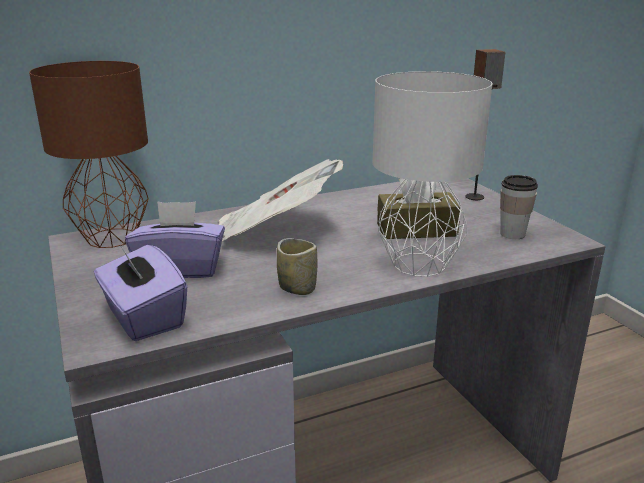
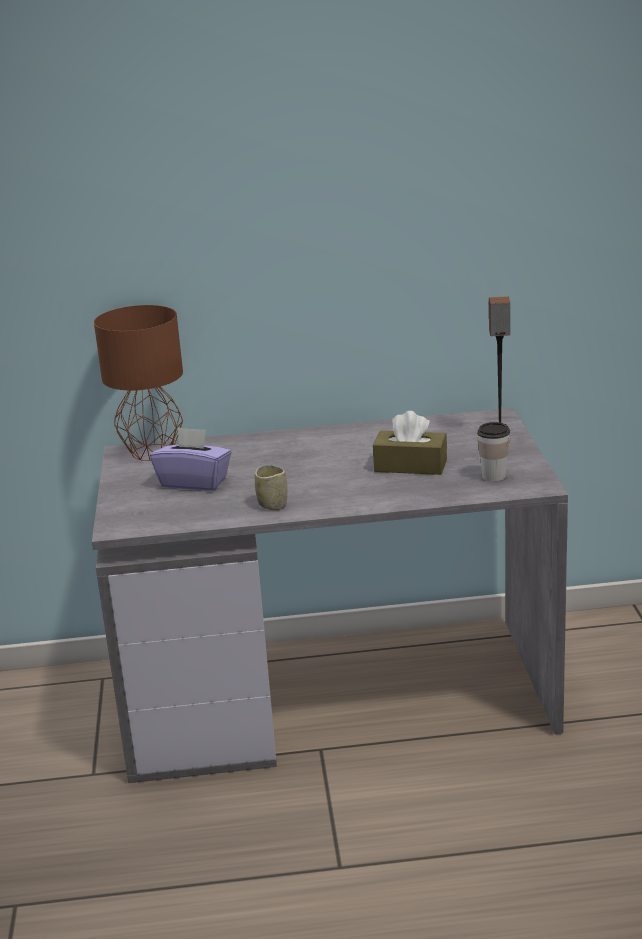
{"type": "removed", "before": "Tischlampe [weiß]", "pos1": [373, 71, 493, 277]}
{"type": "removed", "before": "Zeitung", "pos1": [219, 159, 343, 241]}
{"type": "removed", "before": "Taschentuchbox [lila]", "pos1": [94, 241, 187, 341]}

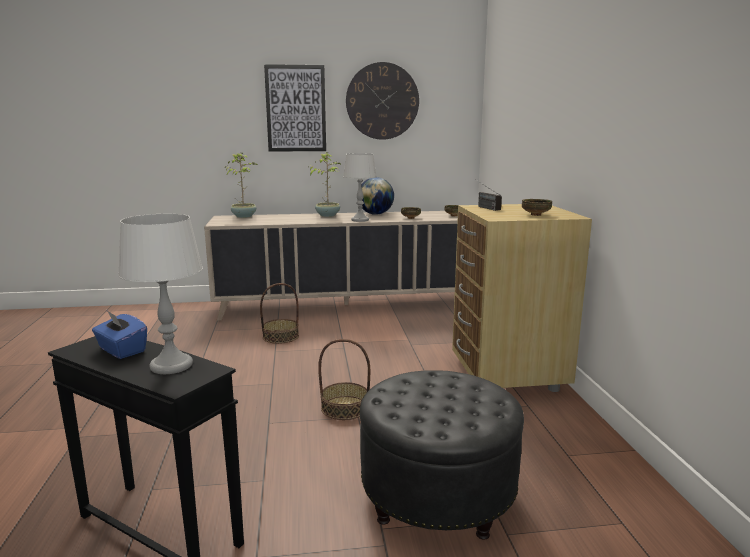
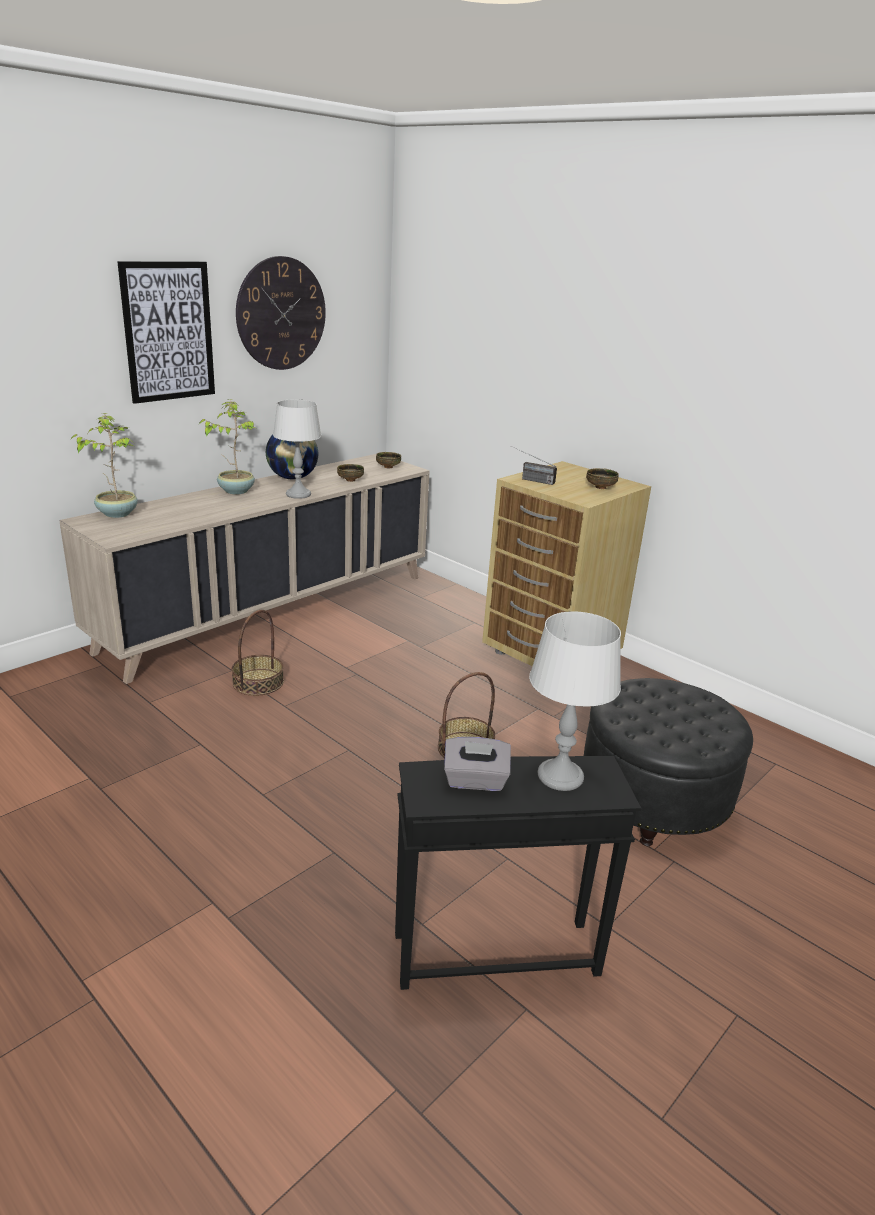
{"type": "recoloured", "before": "Taschentuchbox [blau]", "after": "Taschentuchbox [grau]", "pos1": [92, 311, 147, 359], "pos2": [444, 737, 511, 791]}

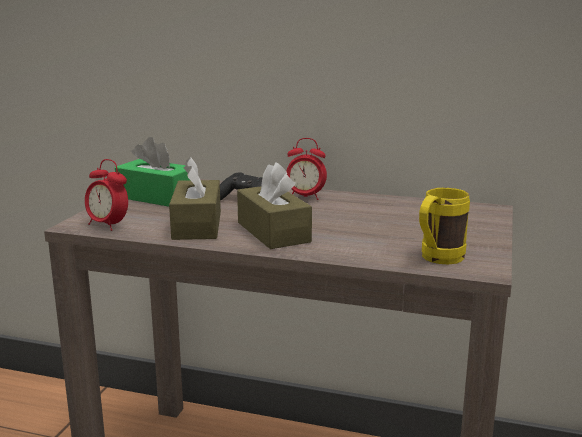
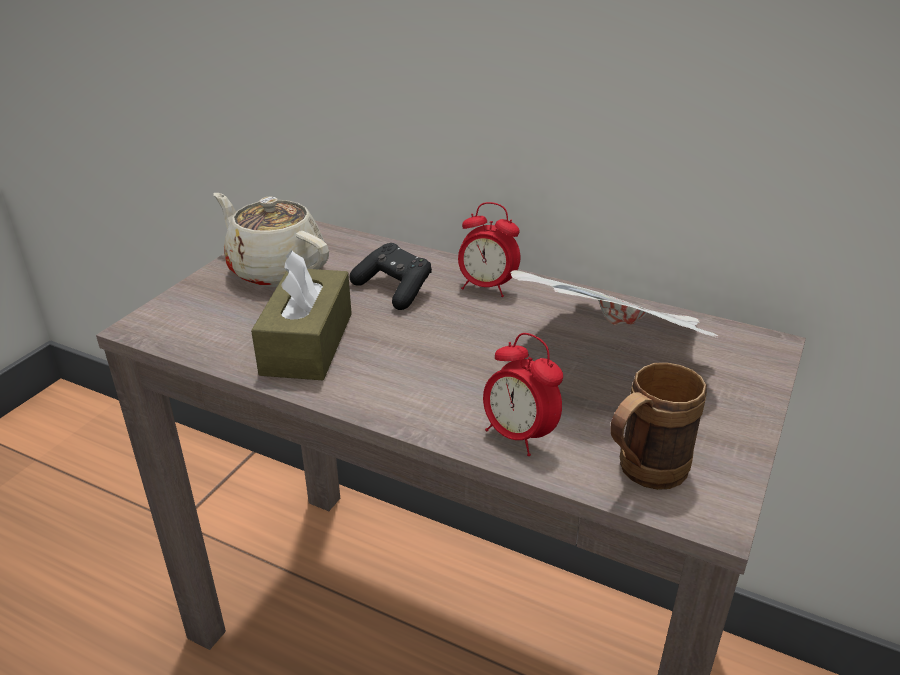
{"type": "replaced", "before": "Taschentuchbox [grün]", "after": "Teekanne [beige]", "pos1": [115, 137, 190, 207], "pos2": [213, 193, 329, 287]}
{"type": "moved", "before": "Wecker", "pos1": [85, 159, 128, 231], "pos2": [483, 333, 563, 456]}
{"type": "removed", "before": "Taschentuchbox [braun]", "pos1": [237, 162, 312, 249]}
{"type": "recoloured", "before": "Henkelbecher [gelb]", "after": "Henkelbecher [braun]", "pos1": [419, 188, 470, 264], "pos2": [610, 362, 707, 490]}
{"type": "added", "after": "Zeitung", "pos2": [511, 270, 723, 341]}

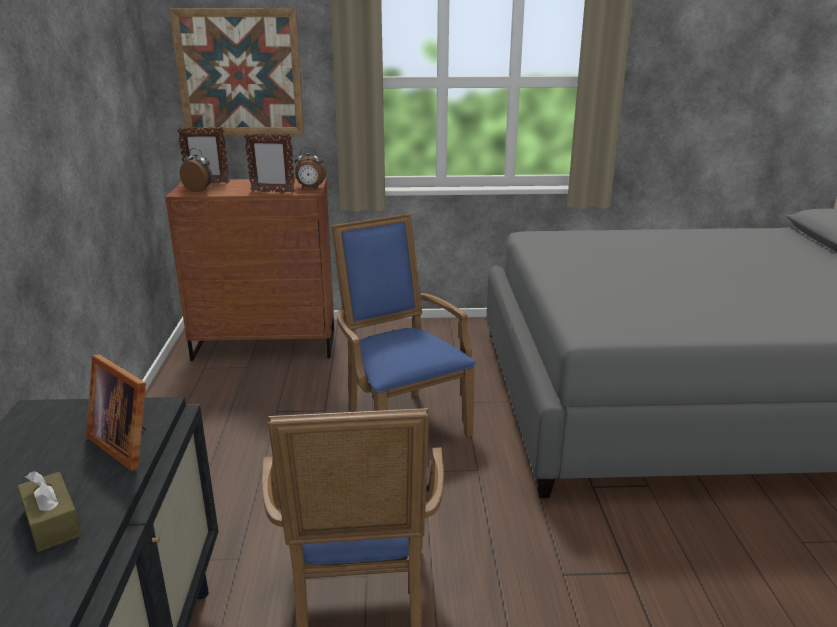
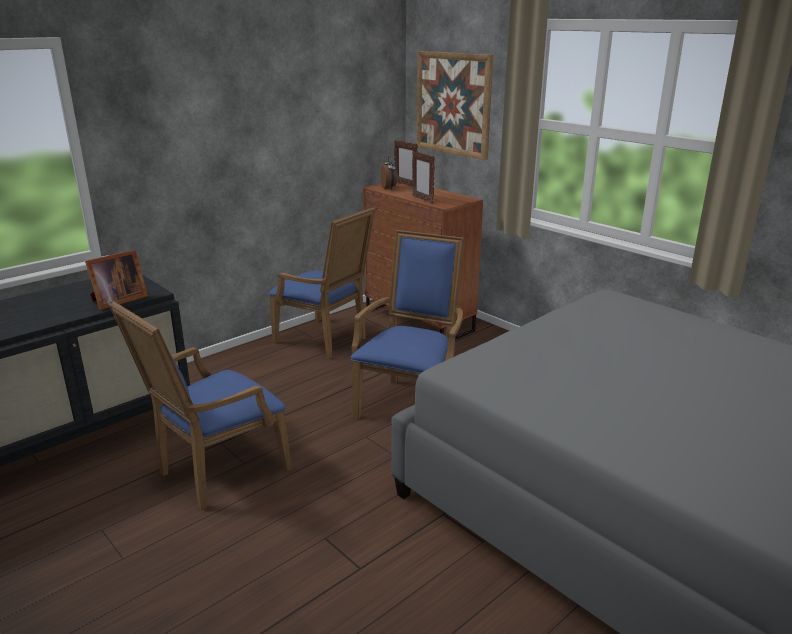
{"type": "removed", "before": "Wecker", "pos1": [294, 147, 326, 189]}
{"type": "turned", "before": "Bilderrahmen", "pos1": [86, 355, 146, 471], "pos2": [85, 250, 148, 310], "turn": -135}
{"type": "removed", "before": "Taschentuchbox [braun]", "pos1": [18, 471, 82, 552]}
{"type": "added", "after": "Sessel [blau]", "pos2": [269, 207, 375, 359]}

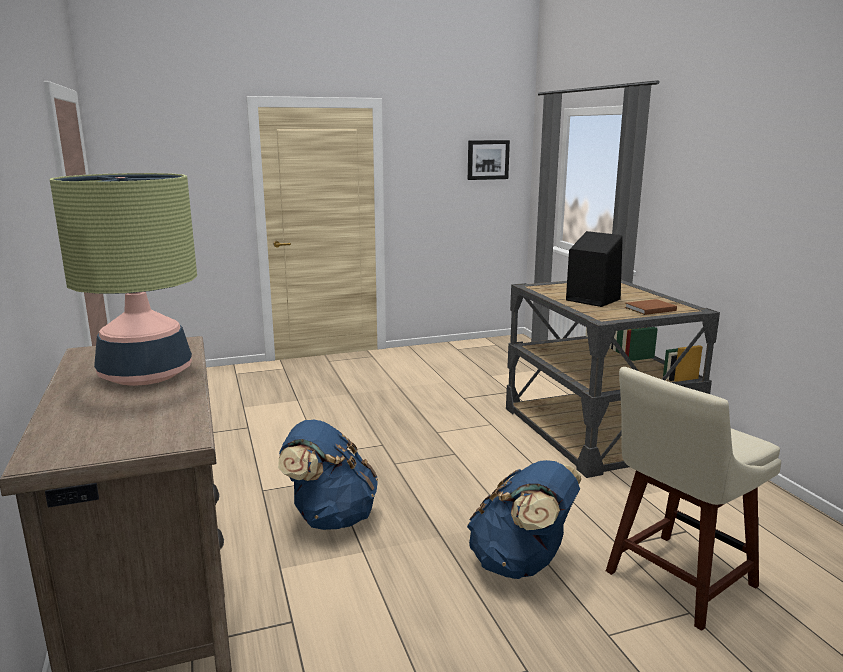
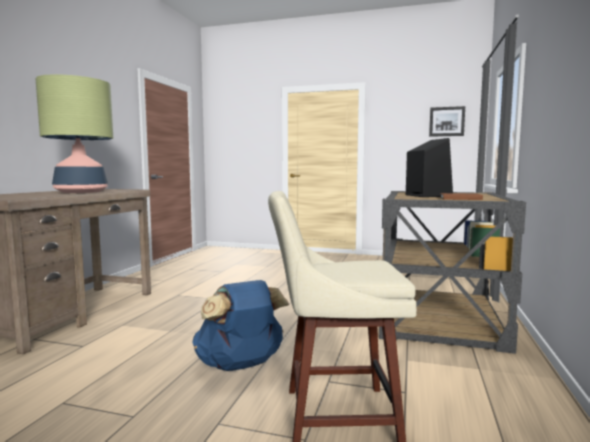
{"type": "removed", "before": "Rucksack [blau]", "pos1": [278, 419, 378, 530]}

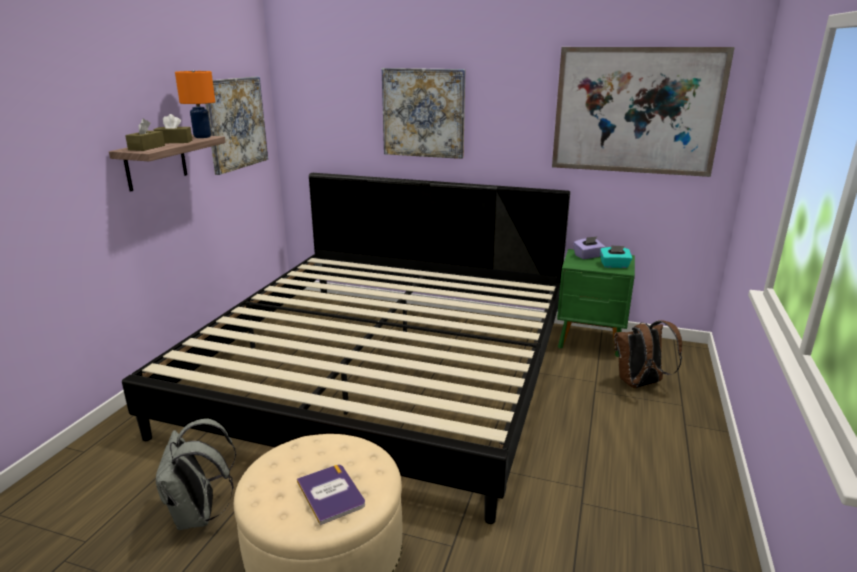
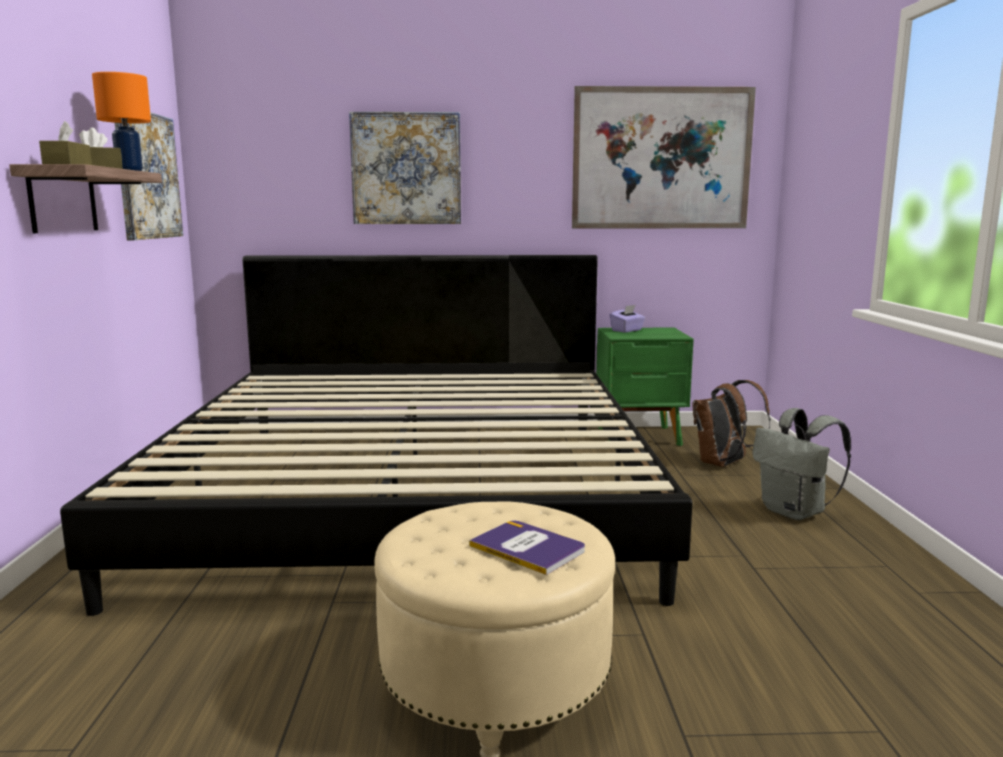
{"type": "removed", "before": "Taschentuchbox [türkis]", "pos1": [600, 245, 633, 268]}
{"type": "moved", "before": "Rucksack [grau]", "pos1": [156, 419, 236, 530], "pos2": [752, 408, 851, 520]}

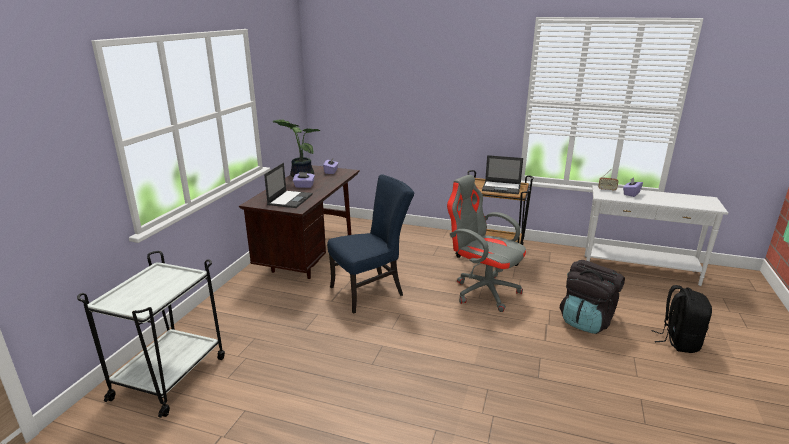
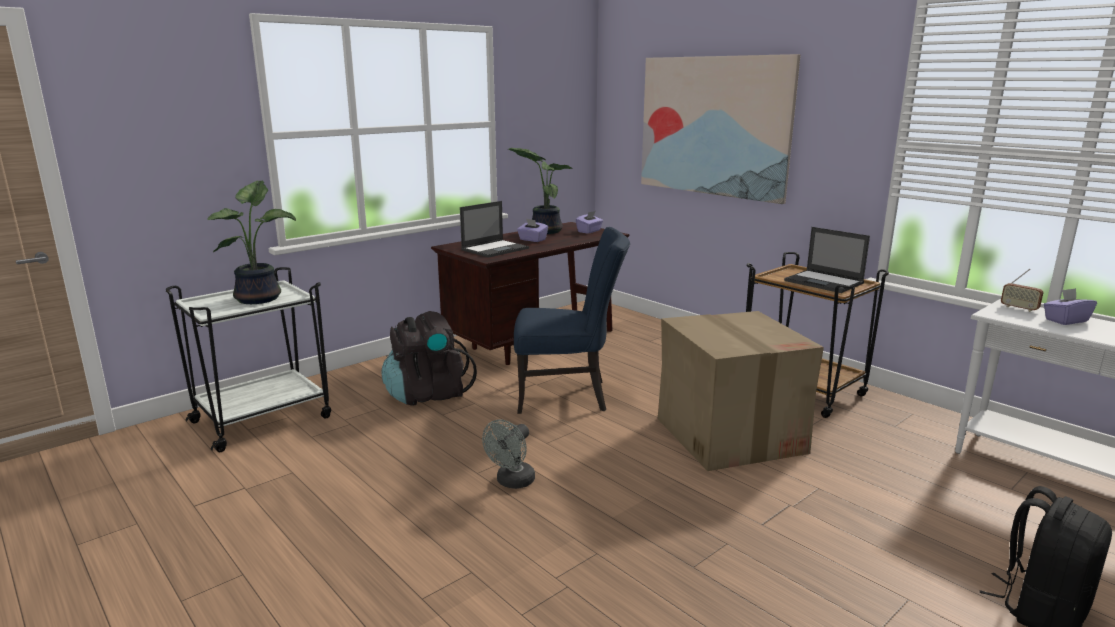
{"type": "replaced", "before": "Bürostuhl [grau]", "after": "Karton", "pos1": [447, 175, 526, 312], "pos2": [658, 311, 824, 471]}
{"type": "moved", "before": "Rucksack [schwarz]", "pos1": [560, 260, 625, 334], "pos2": [381, 311, 477, 406]}
{"type": "added", "after": "Bild", "pos2": [641, 54, 801, 204]}
{"type": "added", "after": "Topfpflanze", "pos2": [207, 181, 296, 304]}
{"type": "added", "after": "Ventilator [grau]", "pos2": [482, 419, 535, 489]}

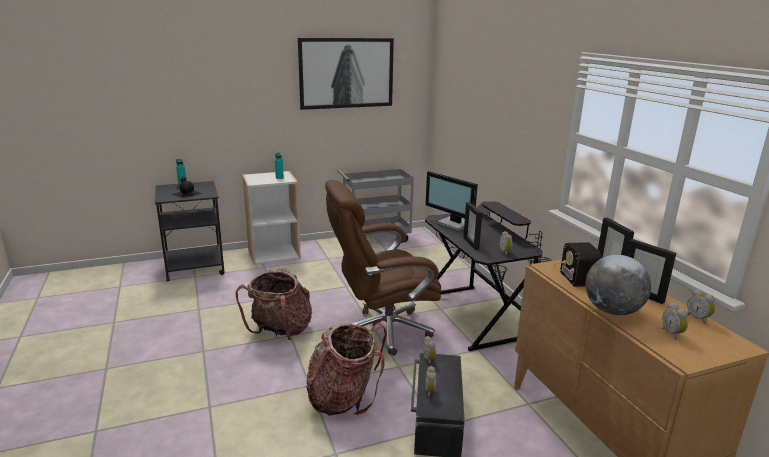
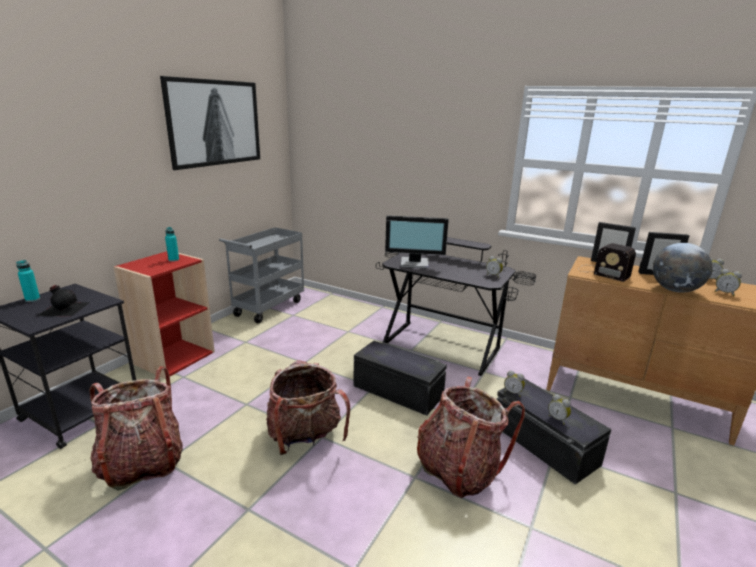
{"type": "recoloured", "before": "Bücherregal [weiß]", "after": "Bücherregal [rot]", "pos1": [242, 171, 301, 265], "pos2": [113, 251, 215, 379]}
{"type": "replaced", "before": "Bürostuhl [braun]", "after": "Aufbewahrungsbox [schwarz]", "pos1": [325, 180, 441, 356], "pos2": [354, 341, 447, 415]}
{"type": "removed", "before": "Bilderrahmen", "pos1": [463, 202, 482, 250]}
{"type": "added", "after": "Rucksack", "pos2": [89, 366, 183, 491]}

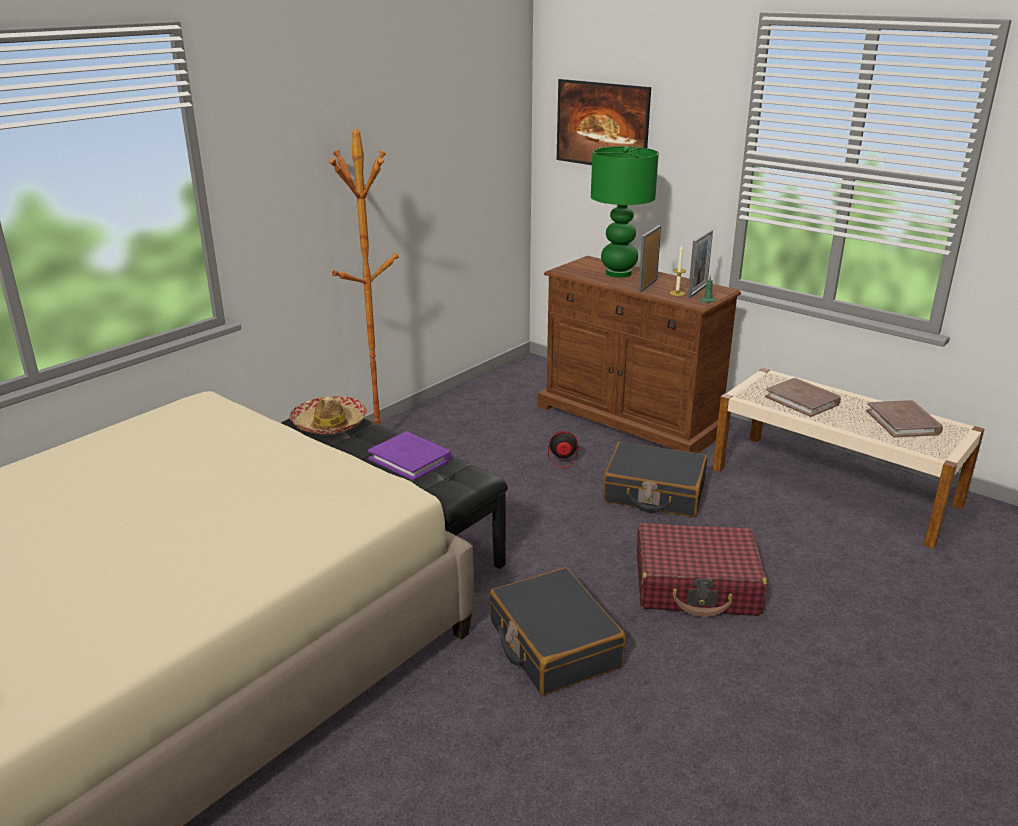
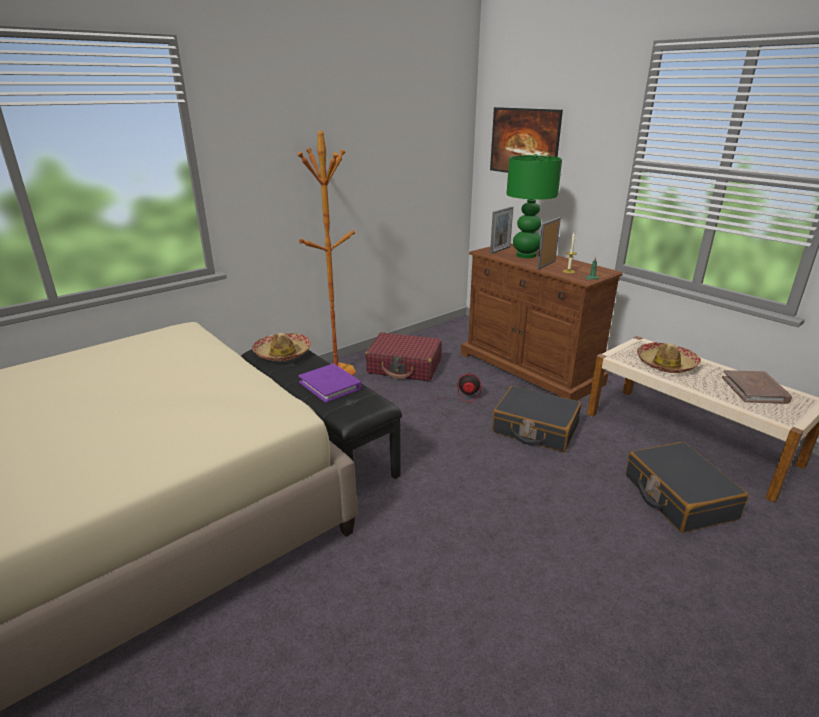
{"type": "moved", "before": "Bilderrahmen", "pos1": [688, 230, 713, 298], "pos2": [490, 207, 513, 254]}
{"type": "replaced", "before": "Buch [braun]", "after": "Hut", "pos1": [765, 378, 841, 417], "pos2": [637, 342, 701, 373]}
{"type": "moved", "before": "Koffer [rot]", "pos1": [637, 523, 767, 617], "pos2": [365, 332, 442, 381]}
{"type": "moved", "before": "Koffer [schwarz]", "pos1": [489, 567, 626, 695], "pos2": [626, 442, 748, 533]}

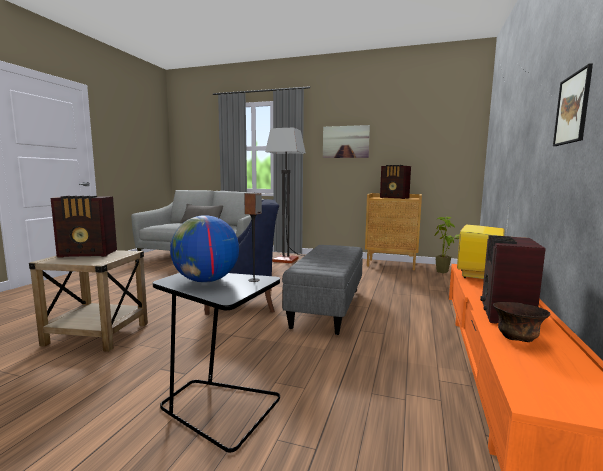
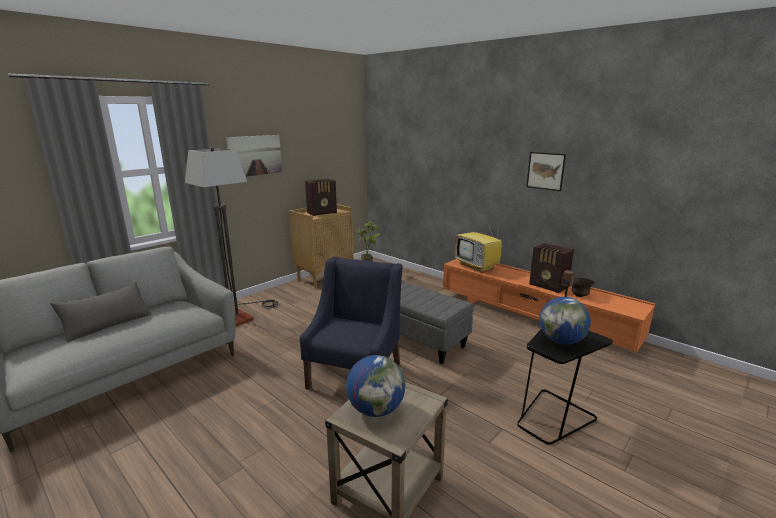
{"type": "replaced", "before": "Radio", "after": "Globus", "pos1": [51, 196, 117, 258], "pos2": [346, 355, 405, 417]}

